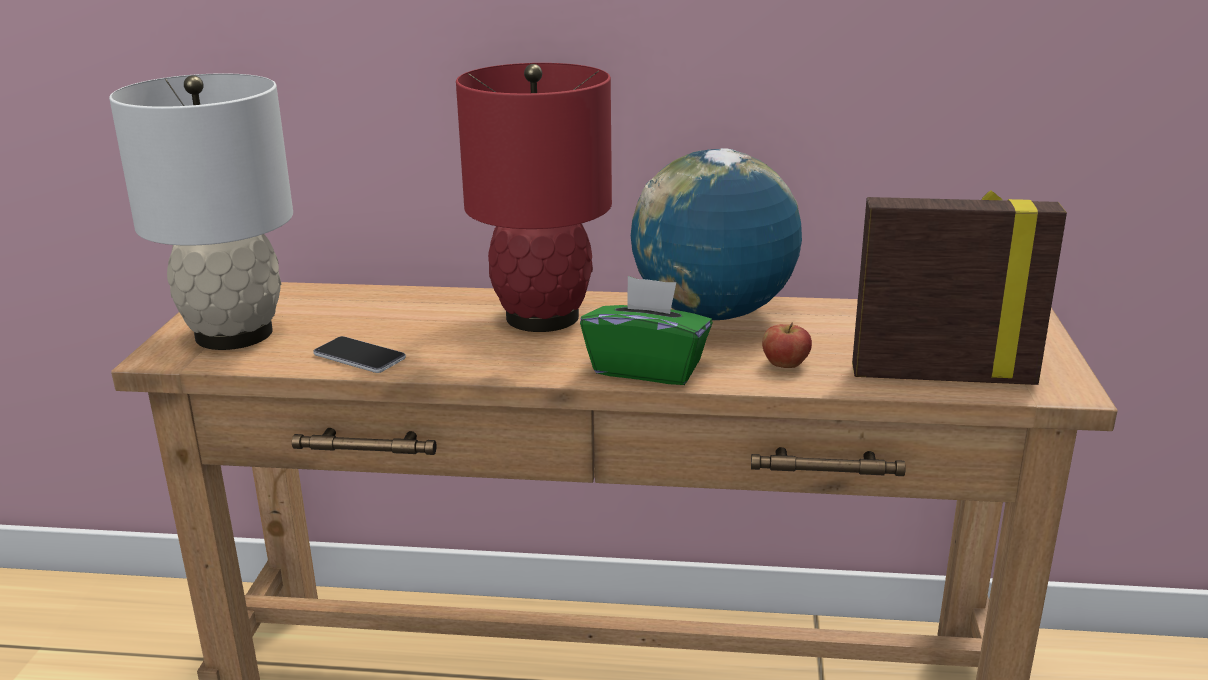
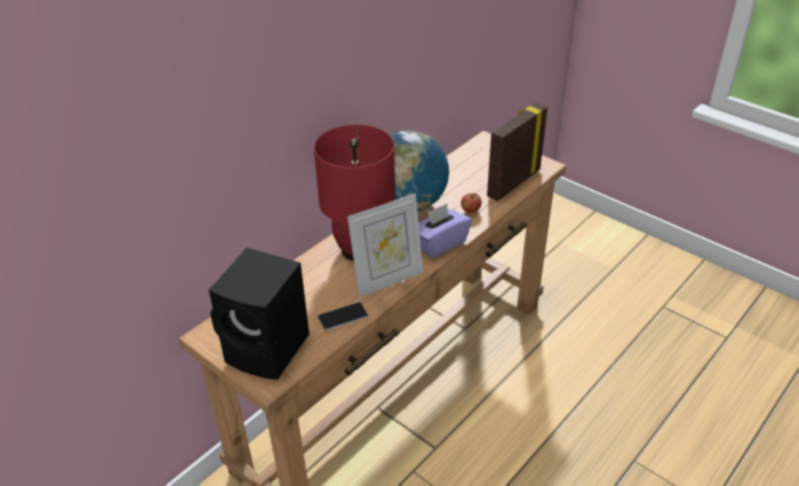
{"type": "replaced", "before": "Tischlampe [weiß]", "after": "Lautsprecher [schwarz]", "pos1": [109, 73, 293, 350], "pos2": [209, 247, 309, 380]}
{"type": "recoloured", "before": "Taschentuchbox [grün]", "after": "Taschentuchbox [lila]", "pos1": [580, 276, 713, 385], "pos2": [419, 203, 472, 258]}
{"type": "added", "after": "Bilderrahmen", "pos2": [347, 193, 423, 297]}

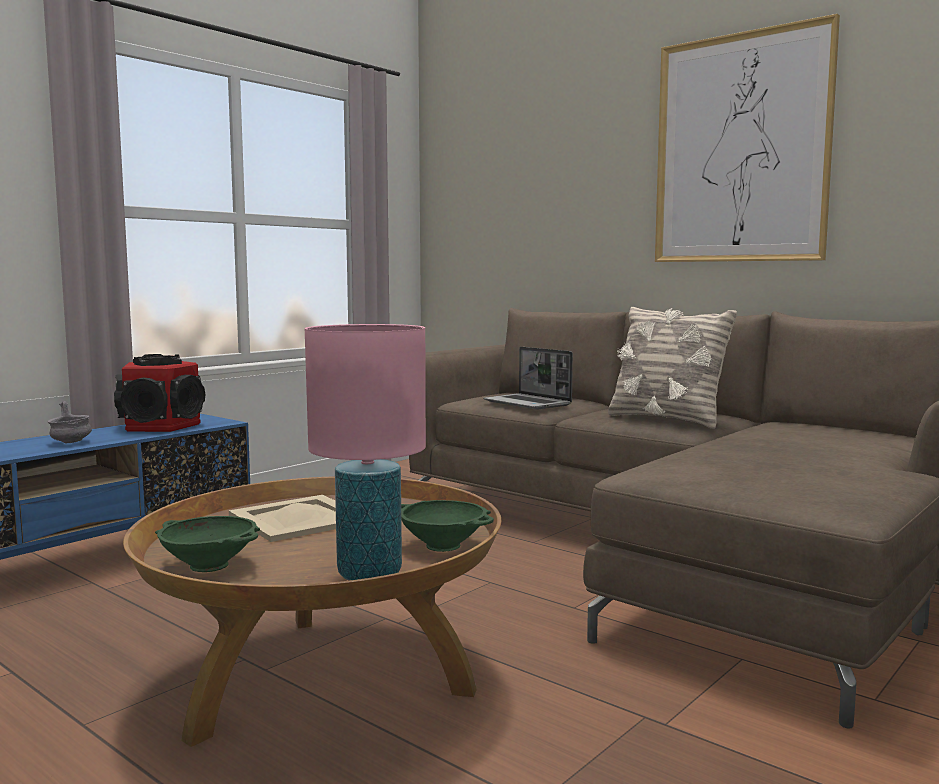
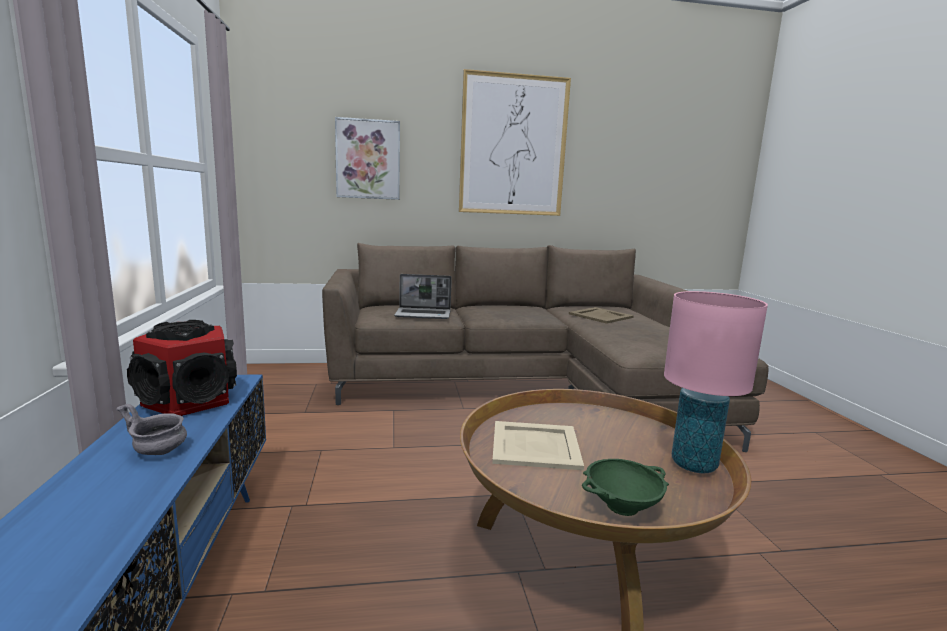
{"type": "removed", "before": "Kissen [beige]", "pos1": [608, 307, 737, 429]}
{"type": "removed", "before": "Schüssel [grün]", "pos1": [401, 500, 494, 552]}
{"type": "added", "after": "Bild", "pos2": [335, 117, 400, 200]}
{"type": "added", "after": "Tablett [beige]", "pos2": [569, 307, 634, 324]}

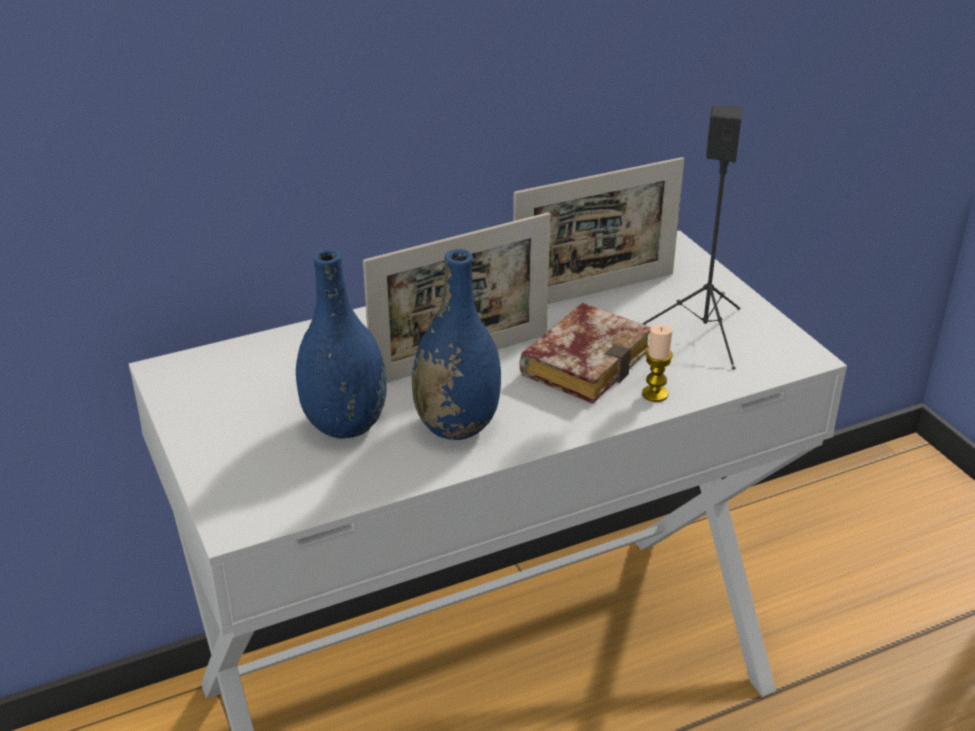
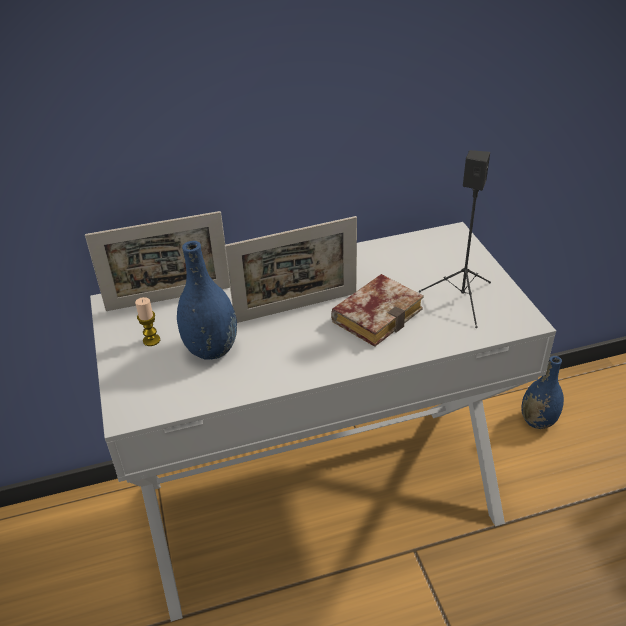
{"type": "moved", "before": "Bilderrahmen", "pos1": [513, 157, 684, 304], "pos2": [85, 211, 230, 311]}
{"type": "moved", "before": "Vase [blau]", "pos1": [412, 249, 501, 440], "pos2": [521, 356, 564, 429]}
{"type": "moved", "before": "Kerze", "pos1": [642, 325, 673, 402], "pos2": [135, 297, 160, 346]}

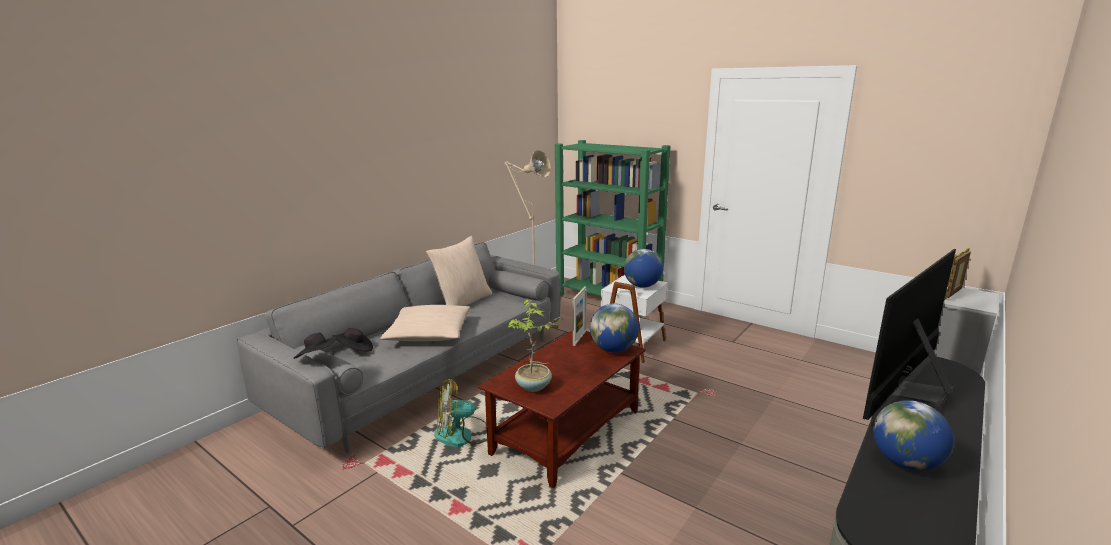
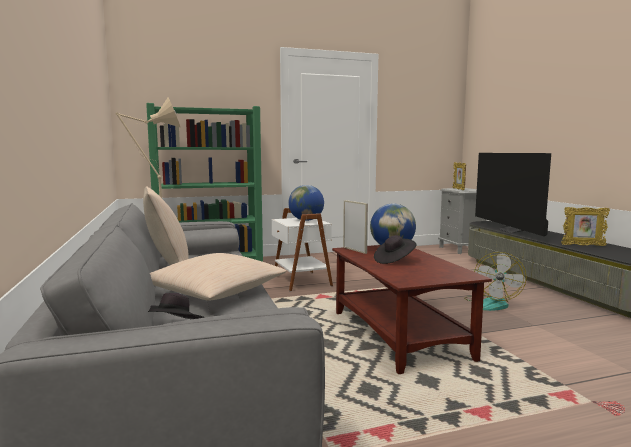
{"type": "removed", "before": "Topfpflanze", "pos1": [507, 300, 563, 392]}
{"type": "moved", "before": "Hut [schwarz]", "pos1": [294, 333, 337, 359], "pos2": [374, 235, 416, 264]}
{"type": "moved", "before": "Ventilator", "pos1": [434, 379, 487, 447], "pos2": [464, 252, 527, 311]}
{"type": "replaced", "before": "Globus", "after": "Bilderrahmen", "pos1": [873, 400, 953, 470], "pos2": [561, 207, 610, 246]}

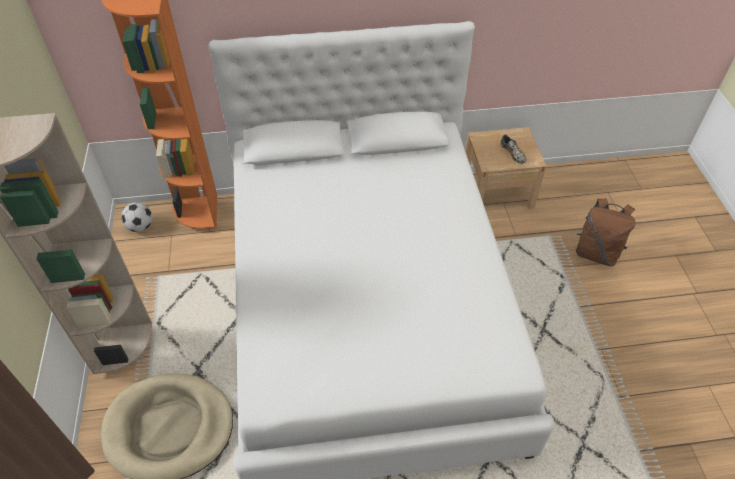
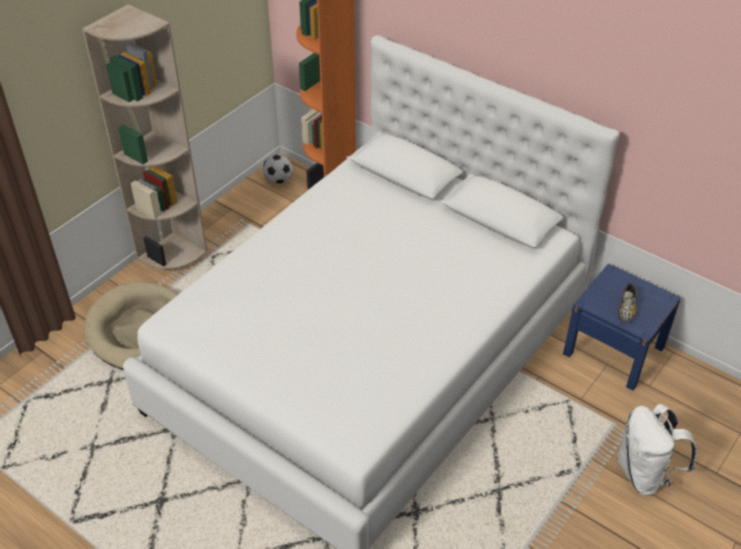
{"type": "recoloured", "before": "Nachttisch [beige]", "after": "Nachttisch [blau]", "pos1": [465, 127, 547, 209], "pos2": [563, 263, 681, 391]}
{"type": "recoloured", "before": "Rucksack [braun]", "after": "Rucksack [weiß]", "pos1": [576, 198, 636, 266], "pos2": [617, 404, 697, 496]}

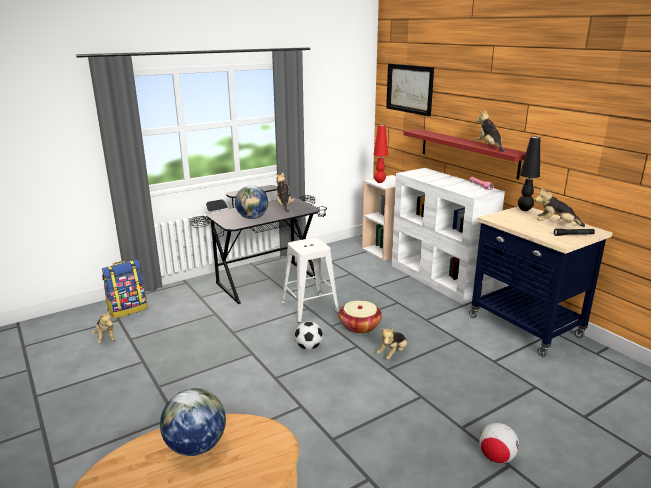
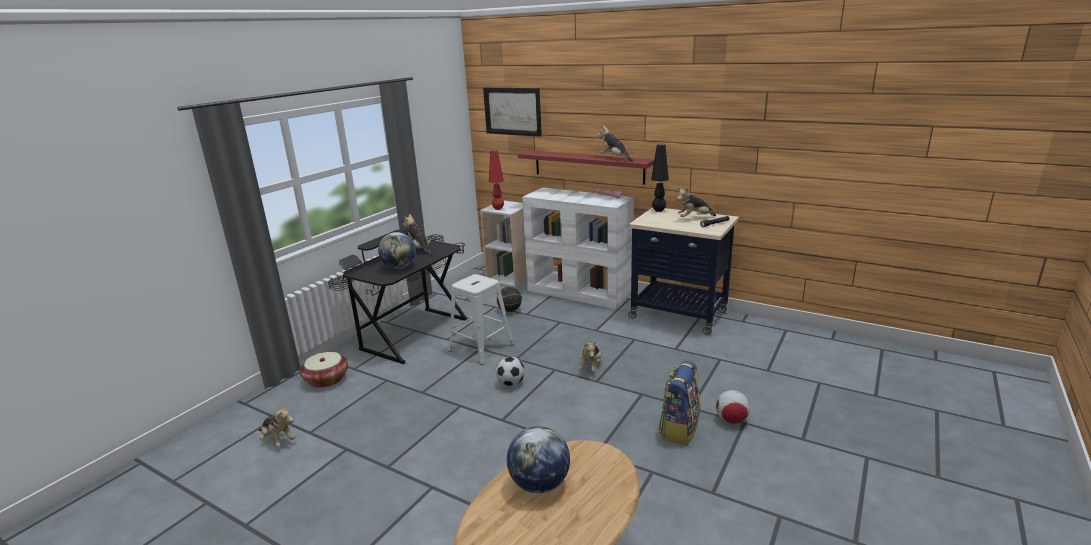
{"type": "moved", "before": "Rucksack", "pos1": [102, 260, 147, 319], "pos2": [659, 360, 700, 446]}
{"type": "moved", "before": "Korb", "pos1": [339, 301, 382, 334], "pos2": [300, 352, 348, 388]}
{"type": "added", "after": "Basketball", "pos2": [497, 287, 522, 312]}

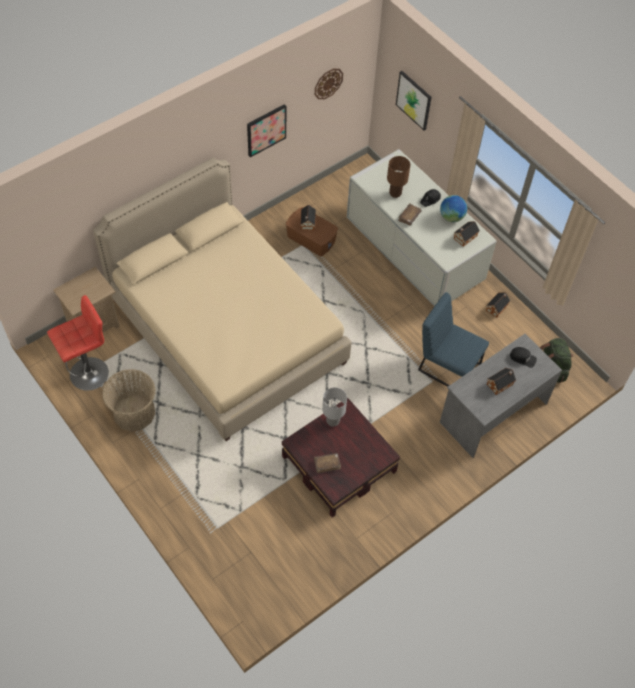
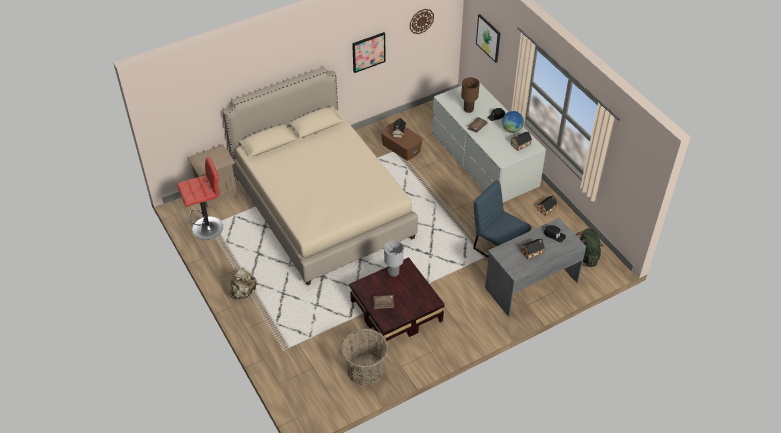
{"type": "moved", "before": "Korb", "pos1": [102, 369, 156, 432], "pos2": [341, 329, 388, 385]}
{"type": "added", "after": "Rucksack [beige]", "pos2": [229, 268, 257, 300]}

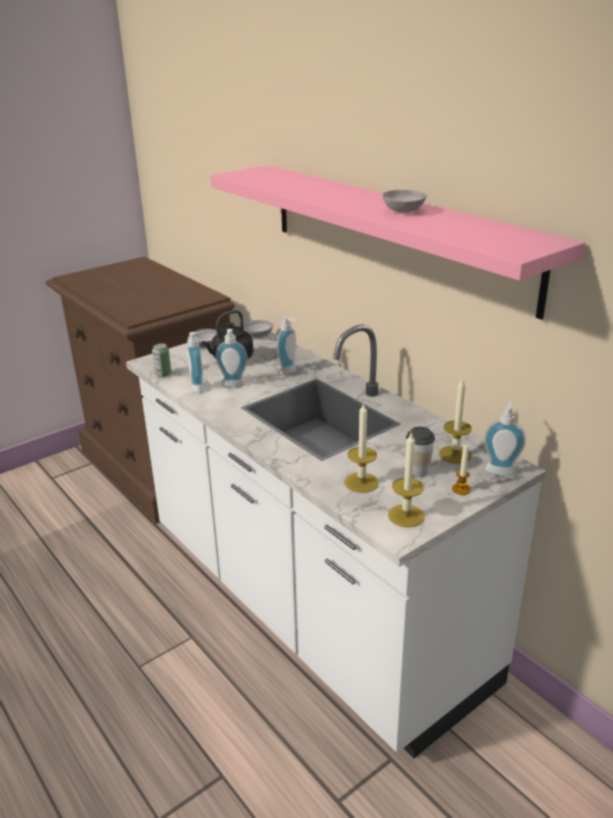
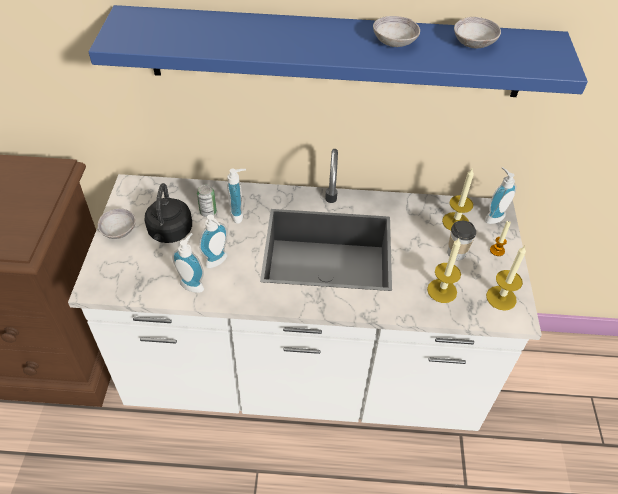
{"type": "recoloured", "before": "Wandregal [rosa]", "after": "Wandregal [blau]", "pos1": [210, 165, 585, 320], "pos2": [89, 5, 588, 97]}
{"type": "moved", "before": "Schüssel [grau]", "pos1": [243, 320, 273, 338], "pos2": [454, 17, 501, 48]}
{"type": "moved", "before": "Dose", "pos1": [152, 343, 171, 377], "pos2": [197, 185, 217, 217]}

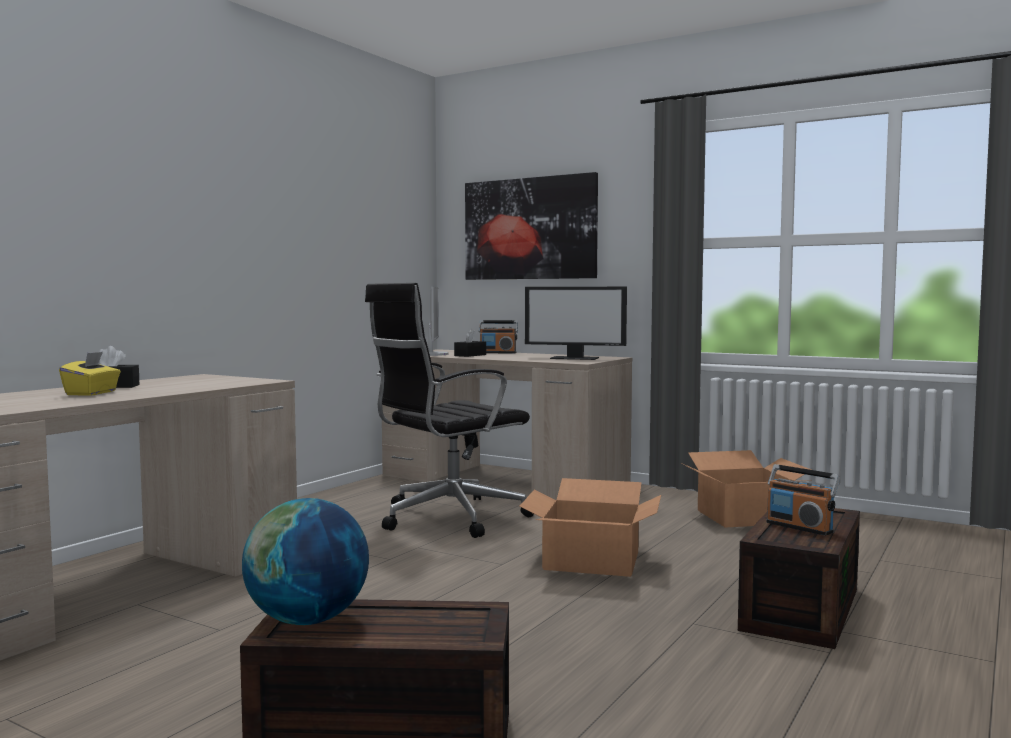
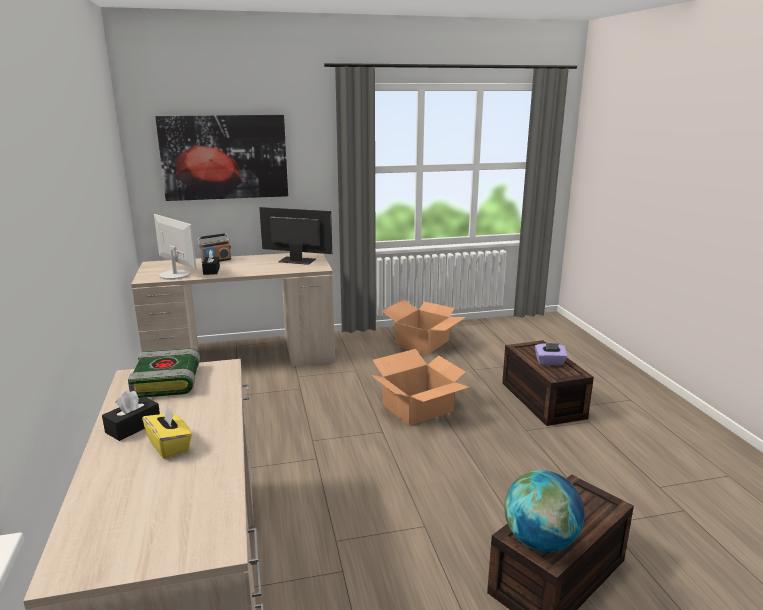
{"type": "removed", "before": "Bürostuhl [schwarz]", "pos1": [365, 283, 534, 538]}
{"type": "turned", "before": "Monitor", "pos1": [525, 287, 627, 360], "pos2": [259, 207, 332, 265], "turn": -135}
{"type": "replaced", "before": "Radio", "after": "Taschentuchbox [lila]", "pos1": [766, 464, 840, 536], "pos2": [535, 343, 568, 366]}
{"type": "added", "after": "Buch", "pos2": [128, 348, 200, 398]}

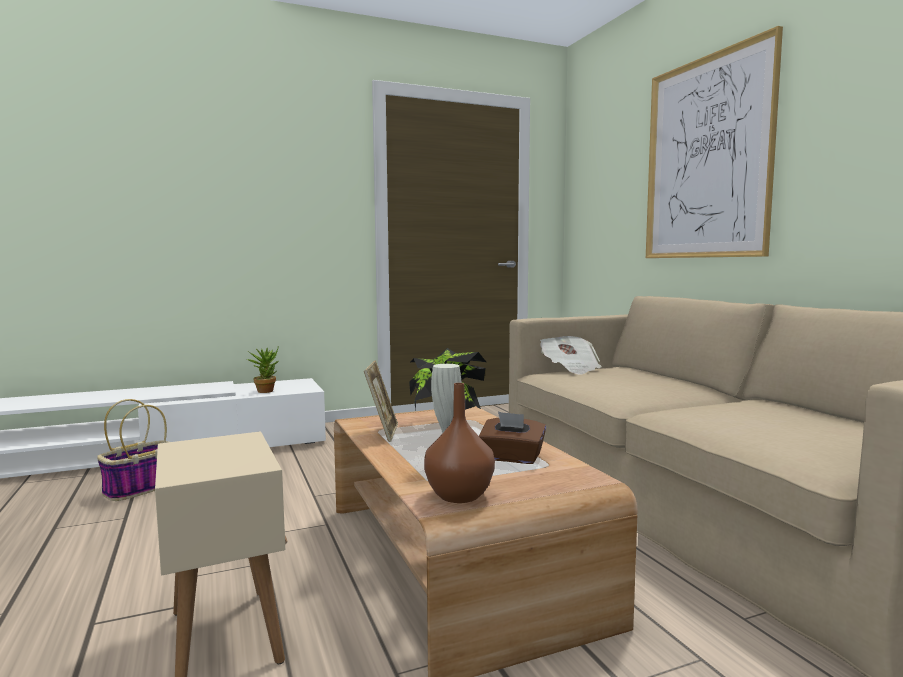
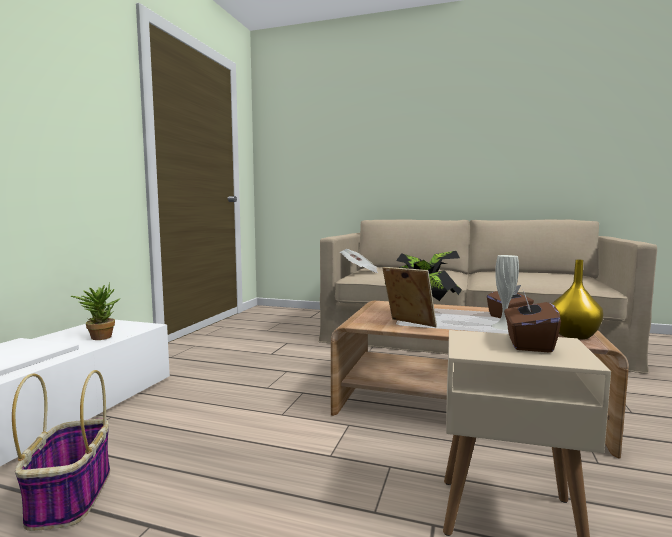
{"type": "removed", "before": "Bild", "pos1": [646, 26, 783, 258]}
{"type": "recoloured", "before": "Vase [braun]", "after": "Vase [gelb]", "pos1": [424, 383, 495, 503], "pos2": [551, 260, 604, 339]}
{"type": "added", "after": "Taschentuchbox [braun]", "pos2": [504, 291, 561, 353]}

